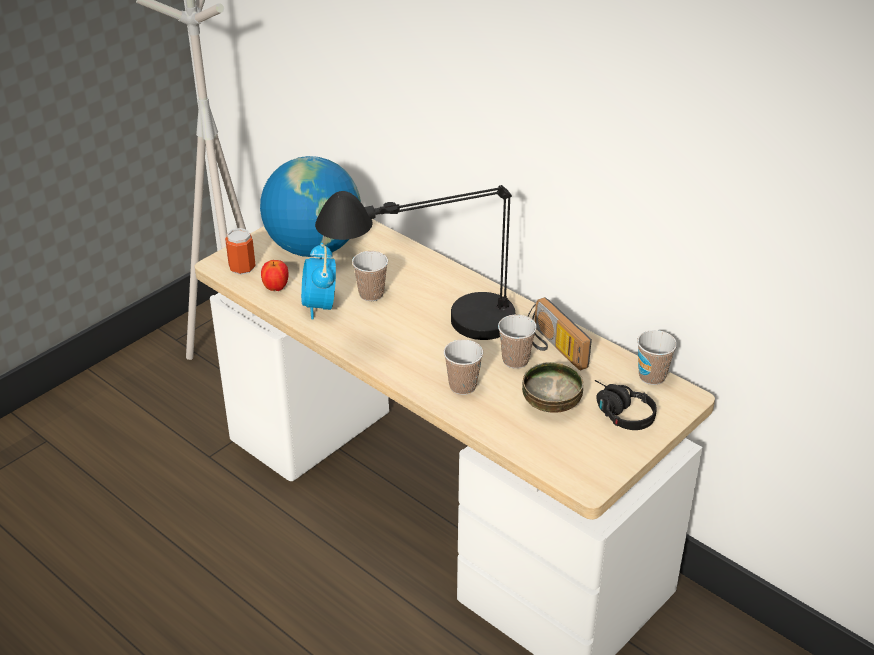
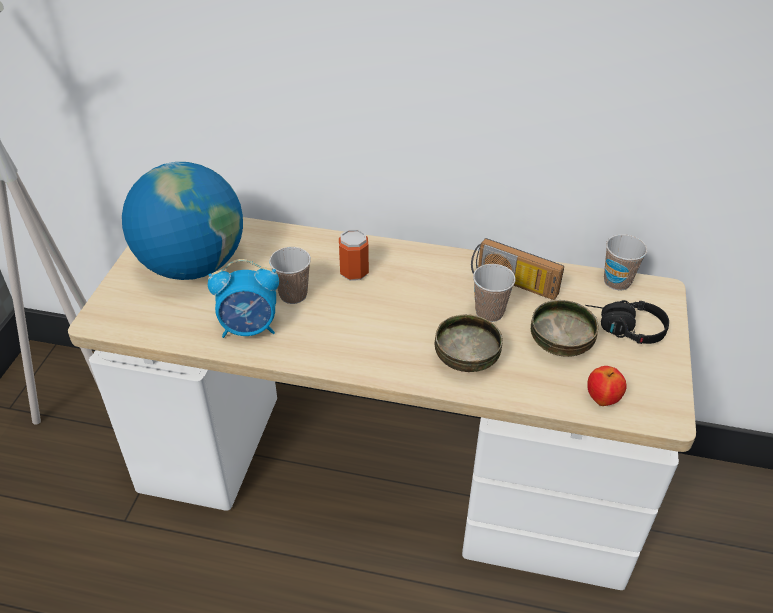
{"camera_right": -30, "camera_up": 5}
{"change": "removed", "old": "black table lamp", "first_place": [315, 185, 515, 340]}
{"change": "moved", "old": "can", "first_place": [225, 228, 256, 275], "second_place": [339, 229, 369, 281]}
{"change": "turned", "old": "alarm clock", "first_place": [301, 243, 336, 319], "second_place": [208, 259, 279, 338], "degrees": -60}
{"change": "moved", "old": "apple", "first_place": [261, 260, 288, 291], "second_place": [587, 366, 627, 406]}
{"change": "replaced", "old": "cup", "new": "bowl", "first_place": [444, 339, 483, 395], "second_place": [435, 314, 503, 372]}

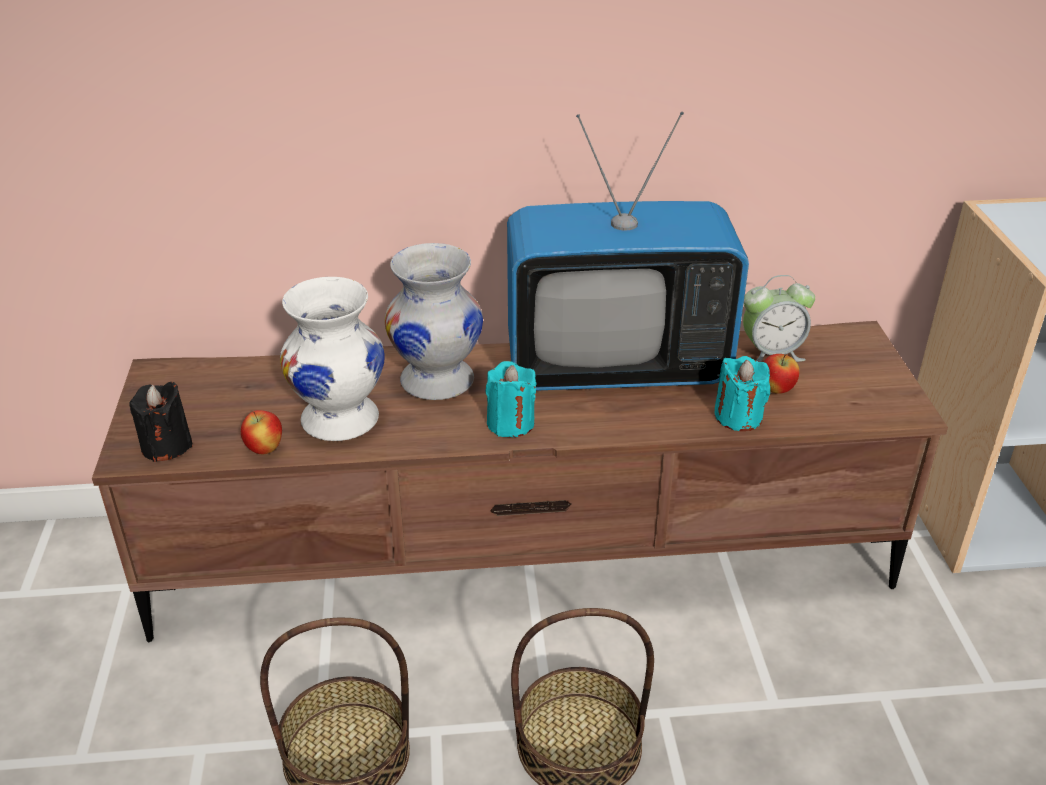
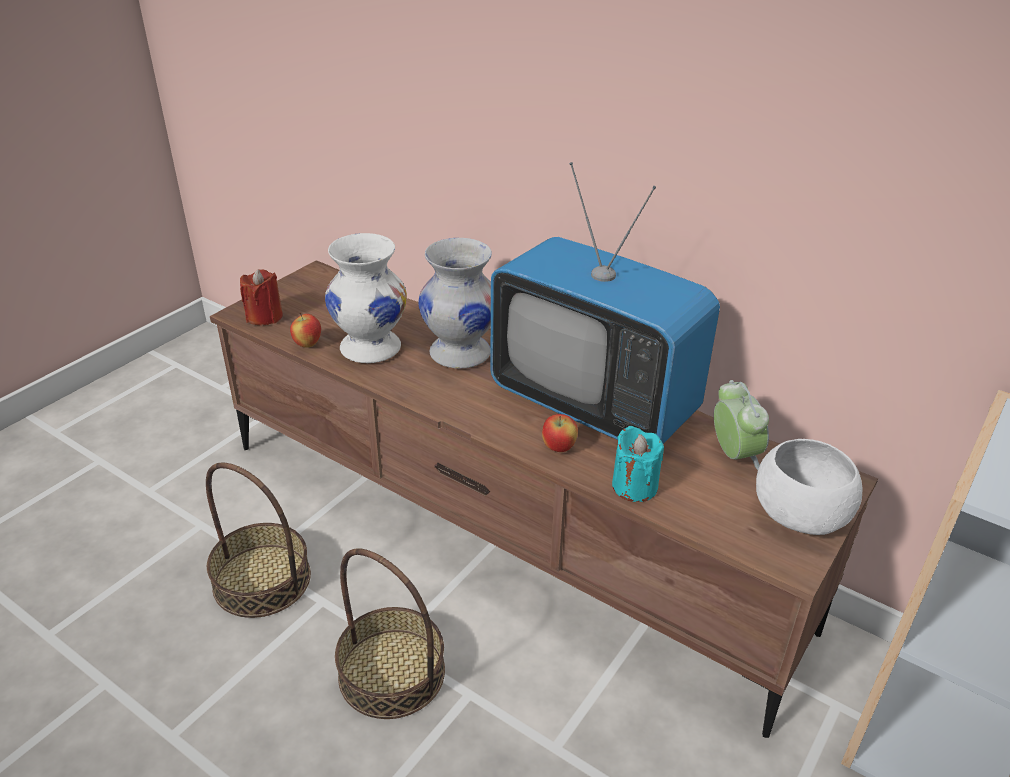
{"camera_right": 40, "camera_up": 0}
{"change": "turned", "old": "alarm clock", "first_place": [743, 275, 815, 362], "second_place": [714, 380, 769, 470], "degrees": -135}
{"change": "moved", "old": "apple", "first_place": [764, 354, 799, 394], "second_place": [542, 414, 578, 452]}
{"change": "removed", "old": "turquoise candle", "first_place": [486, 361, 536, 437]}
{"change": "recoloured", "old": "black candle", "new": "red candle", "first_place": [129, 382, 192, 462], "second_place": [240, 269, 283, 326]}
{"change": "added", "new": "white bowl", "second_place": [756, 439, 863, 535]}

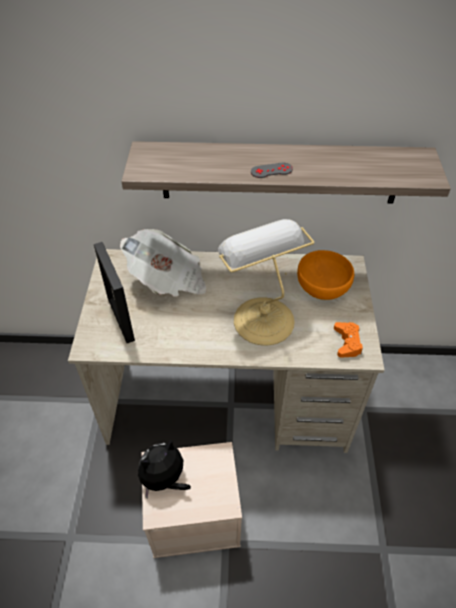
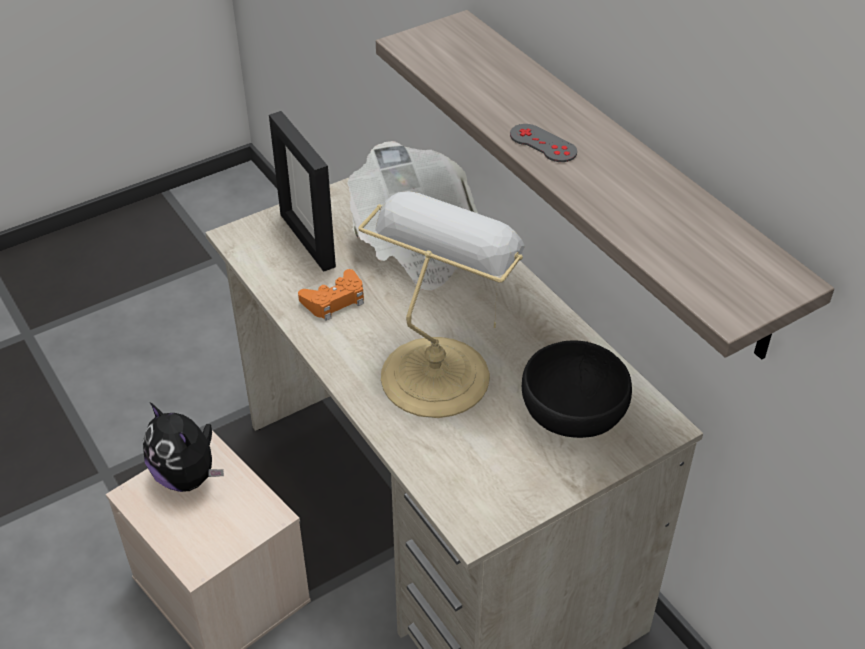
{"camera_right": 55, "camera_up": -5}
{"change": "turned", "old": "picture frame", "first_place": [94, 242, 135, 343], "second_place": [269, 111, 336, 272], "degrees": -60}
{"change": "recoloured", "old": "orange bowl", "new": "black bowl", "first_place": [297, 250, 354, 300], "second_place": [522, 340, 632, 438]}
{"change": "moved", "old": "orange game controller", "first_place": [334, 322, 363, 358], "second_place": [298, 269, 364, 320]}
{"change": "turned", "old": "plush toy", "first_place": [138, 439, 191, 499], "second_place": [143, 402, 224, 492], "degrees": -150}

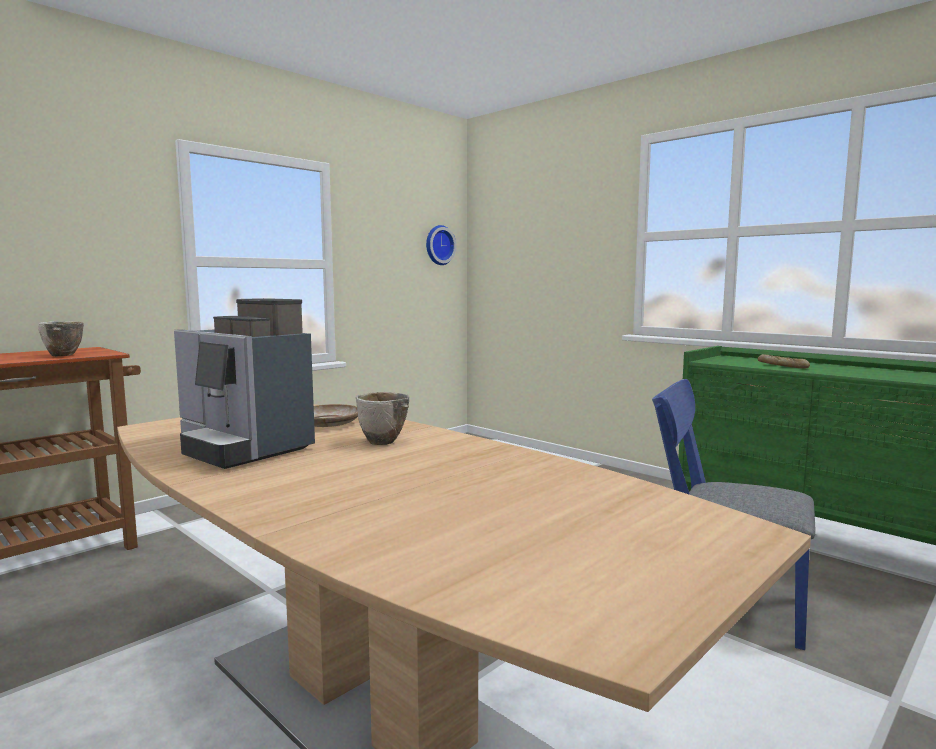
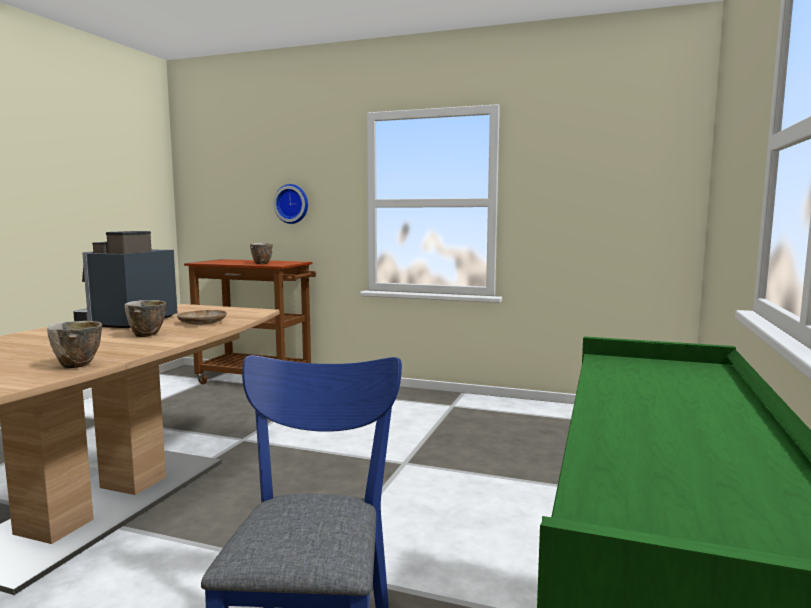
{"camera_right": 65, "camera_up": 0}
{"change": "moved", "old": "wall clock", "first_place": [426, 225, 456, 265], "second_place": [273, 184, 308, 224]}
{"change": "removed", "old": "bread", "first_place": [758, 354, 810, 368]}
{"change": "added", "new": "bowl", "second_place": [47, 321, 102, 368]}

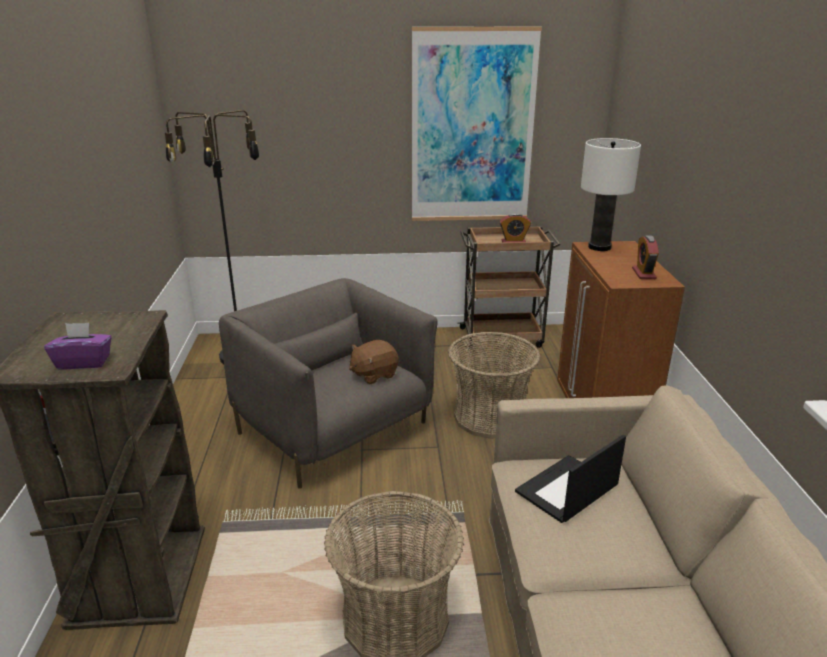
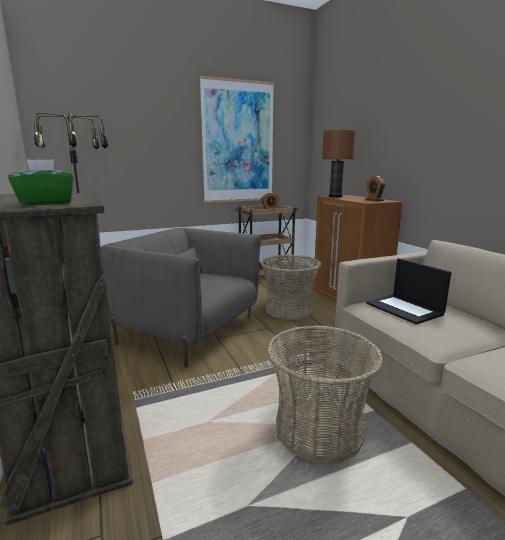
{"camera_right": -20, "camera_up": -10}
{"change": "recoloured", "old": "white table lamp", "new": "brown table lamp", "first_place": [581, 138, 641, 251], "second_place": [322, 129, 356, 197]}
{"change": "recoloured", "old": "purple tissue box", "new": "green tissue box", "first_place": [44, 322, 112, 370], "second_place": [8, 159, 74, 205]}
{"change": "removed", "old": "brown plush toy", "first_place": [349, 340, 399, 384]}
{"change": "turned", "old": "laptop", "first_place": [515, 435, 626, 523], "second_place": [366, 258, 451, 325], "degrees": -60}

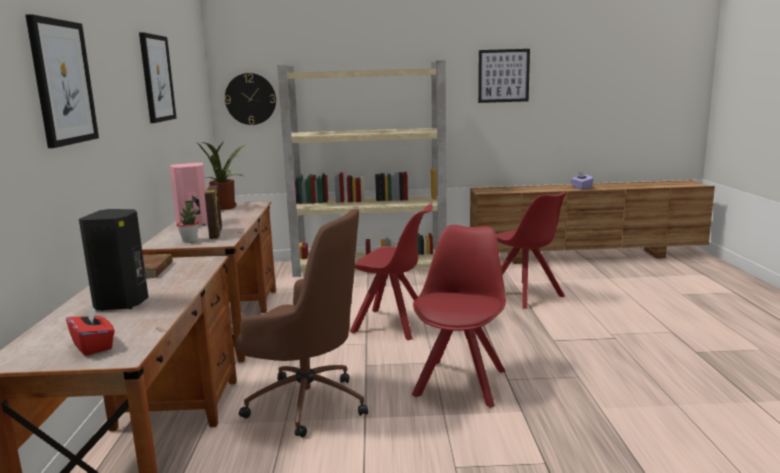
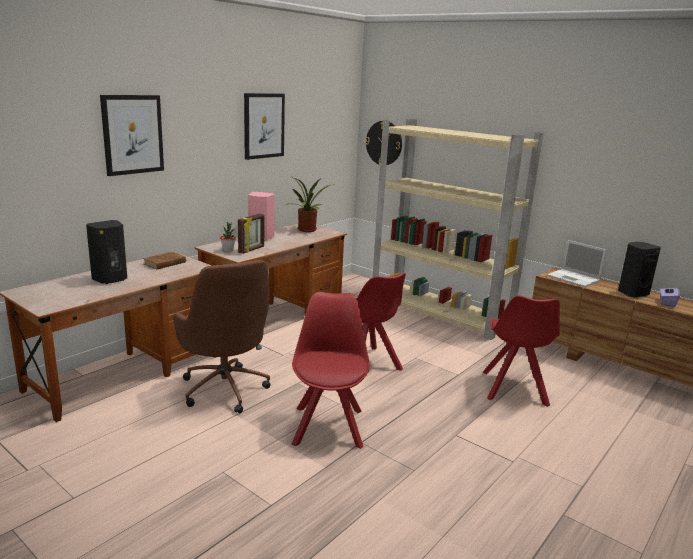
{"camera_right": 40, "camera_up": 5}
{"change": "removed", "old": "picture", "first_place": [478, 49, 530, 103]}
{"change": "turned", "old": "red chair", "first_place": [412, 225, 506, 408], "second_place": [292, 292, 370, 449], "degrees": -60}
{"change": "removed", "old": "red tissue box", "first_place": [66, 304, 115, 356]}
{"change": "added", "new": "laptop", "second_place": [547, 240, 607, 287]}
{"change": "added", "new": "black speaker", "second_place": [618, 242, 661, 297]}

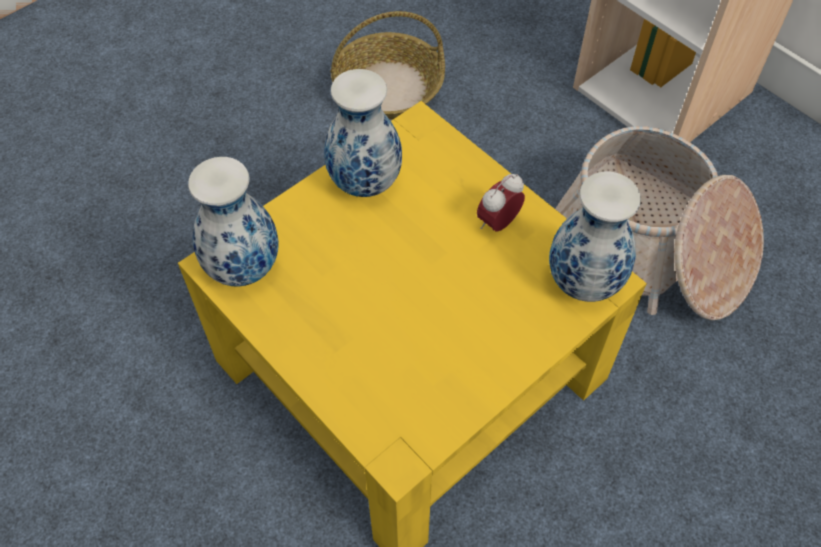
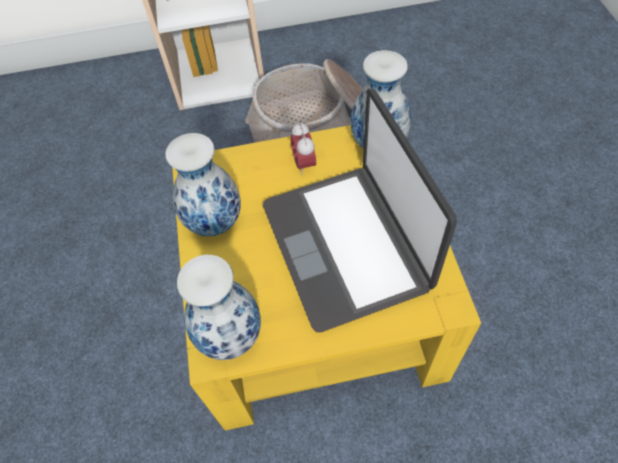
{"camera_right": -55, "camera_up": 0}
{"change": "removed", "old": "basket", "first_place": [330, 11, 445, 120]}
{"change": "added", "new": "laptop", "second_place": [263, 88, 457, 332]}

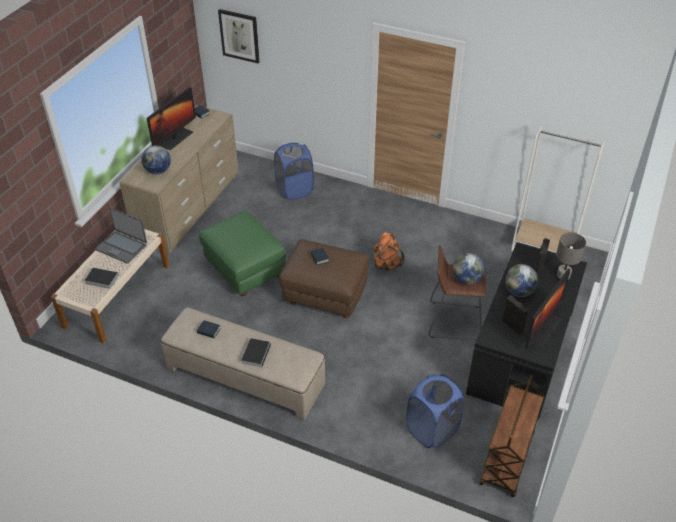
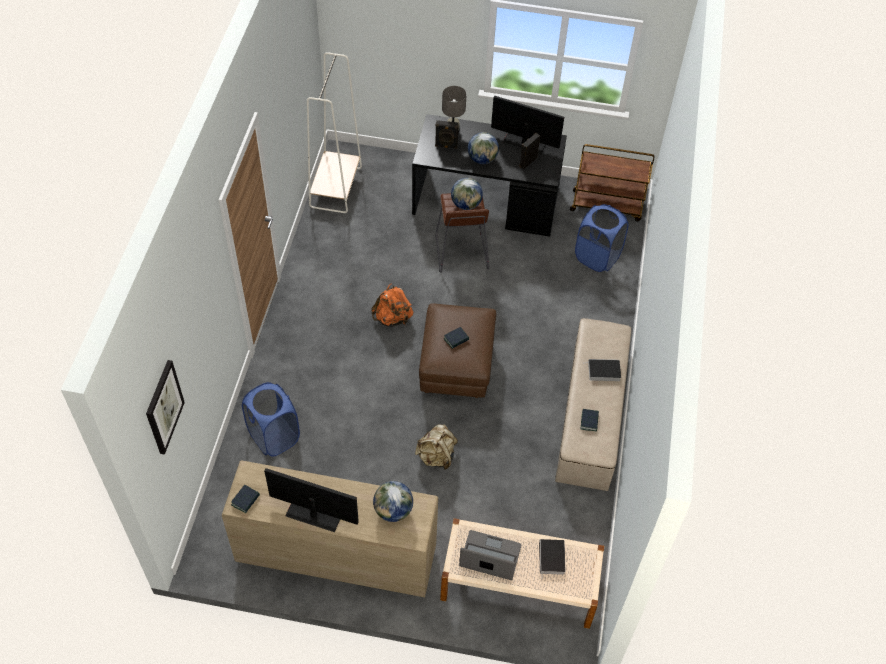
{"camera_right": -105, "camera_up": 10}
{"change": "turned", "old": "laptop", "first_place": [95, 208, 147, 263], "second_place": [459, 530, 521, 580], "degrees": -90}
{"change": "replaced", "old": "green ottoman", "new": "beige backpack", "first_place": [199, 210, 286, 296], "second_place": [415, 425, 458, 470]}

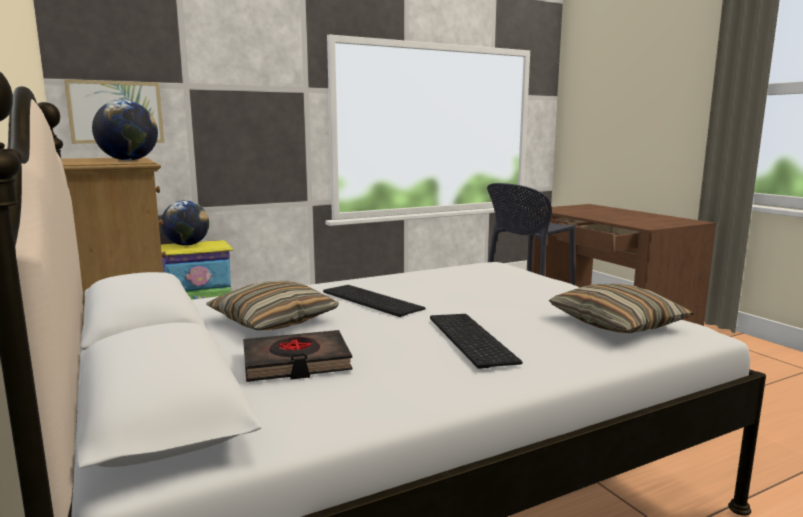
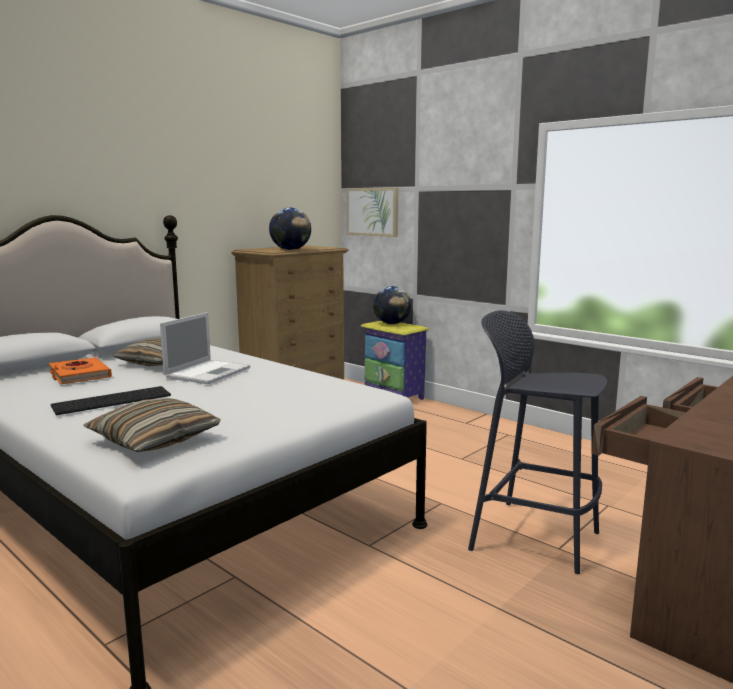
{"camera_right": 70, "camera_up": 0}
{"change": "replaced", "old": "keyboard", "new": "laptop", "first_place": [323, 285, 426, 317], "second_place": [160, 312, 251, 384]}
{"change": "recoloured", "old": "black book", "new": "orange book", "first_place": [243, 330, 353, 382], "second_place": [49, 357, 112, 384]}

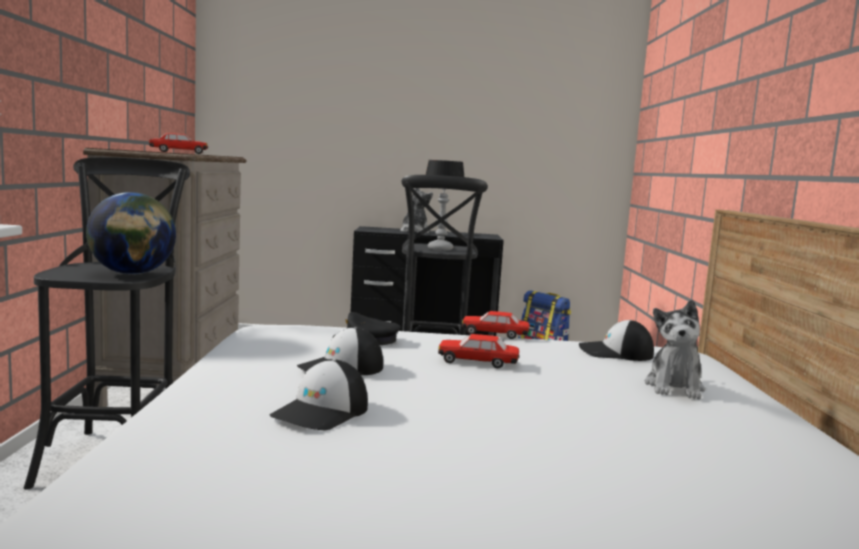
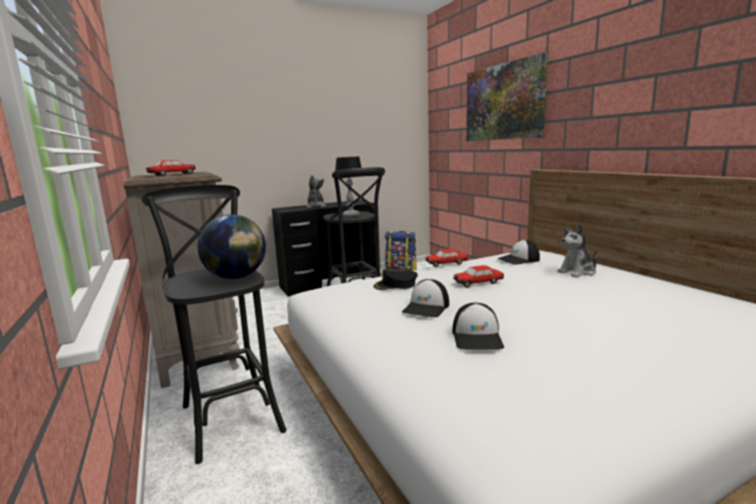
{"camera_right": -25, "camera_up": 5}
{"change": "turned", "old": "plush toy", "first_place": [645, 300, 705, 399], "second_place": [557, 224, 597, 277], "degrees": 75}
{"change": "added", "new": "picture", "second_place": [467, 52, 548, 141]}

